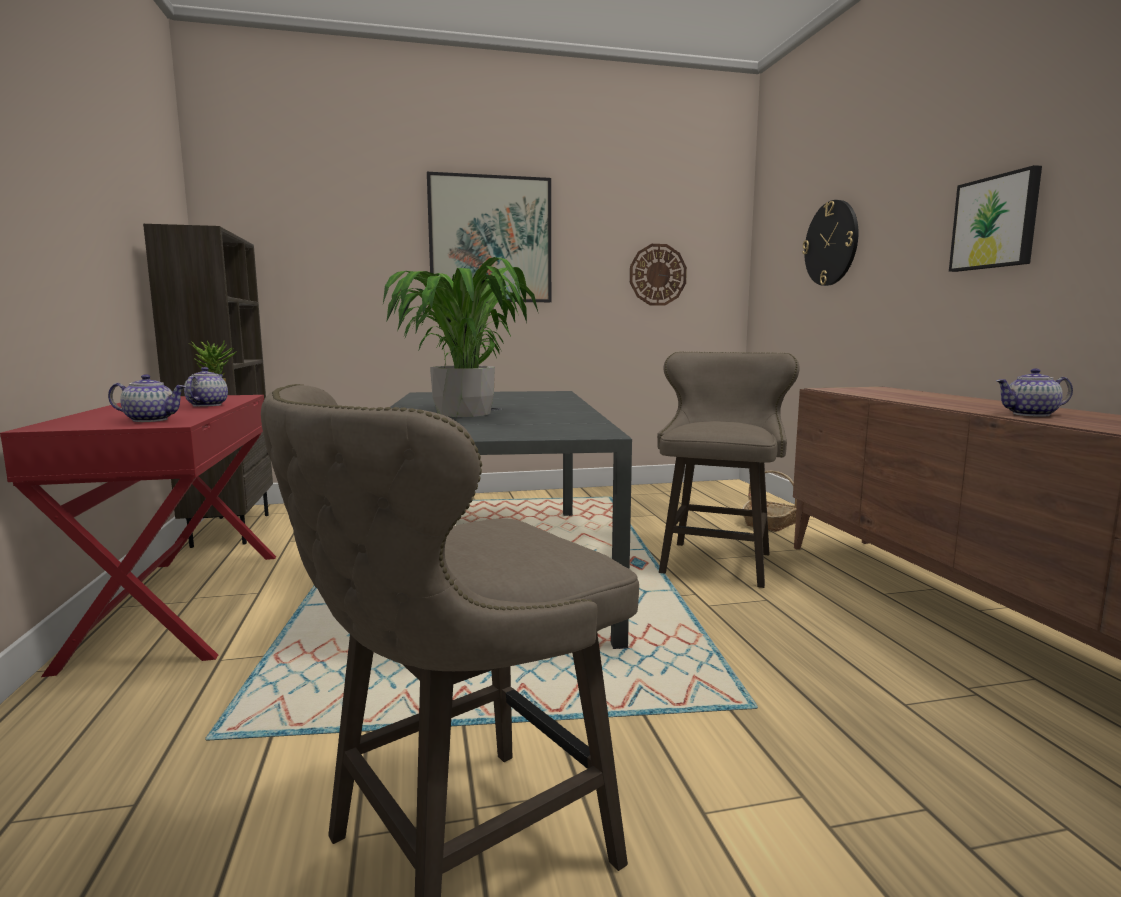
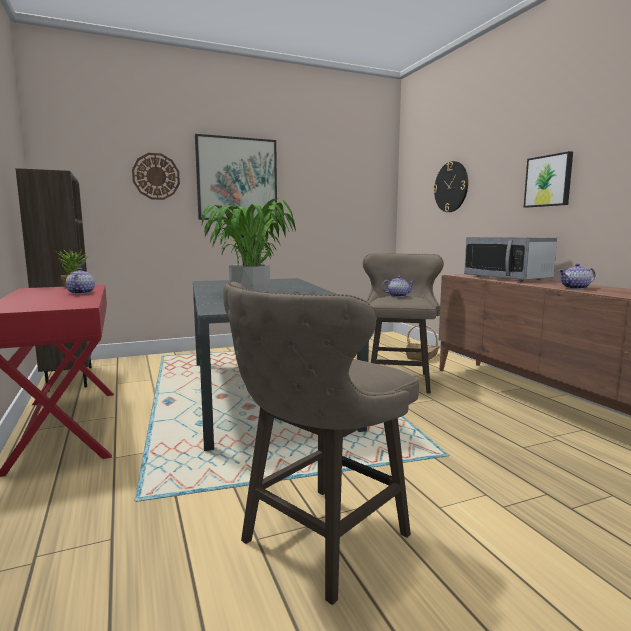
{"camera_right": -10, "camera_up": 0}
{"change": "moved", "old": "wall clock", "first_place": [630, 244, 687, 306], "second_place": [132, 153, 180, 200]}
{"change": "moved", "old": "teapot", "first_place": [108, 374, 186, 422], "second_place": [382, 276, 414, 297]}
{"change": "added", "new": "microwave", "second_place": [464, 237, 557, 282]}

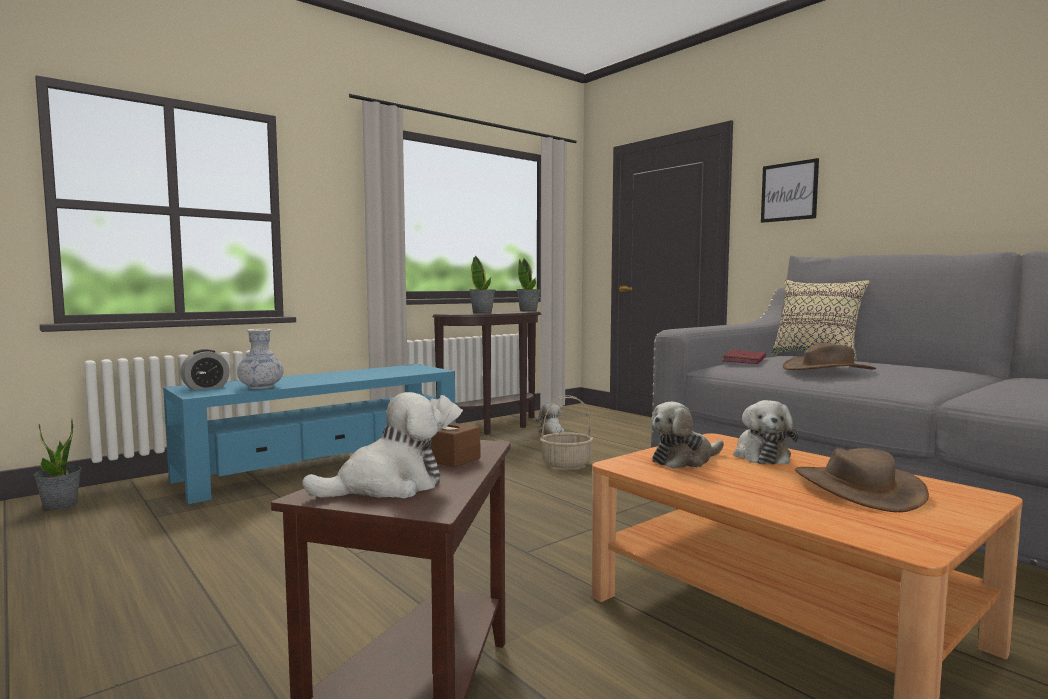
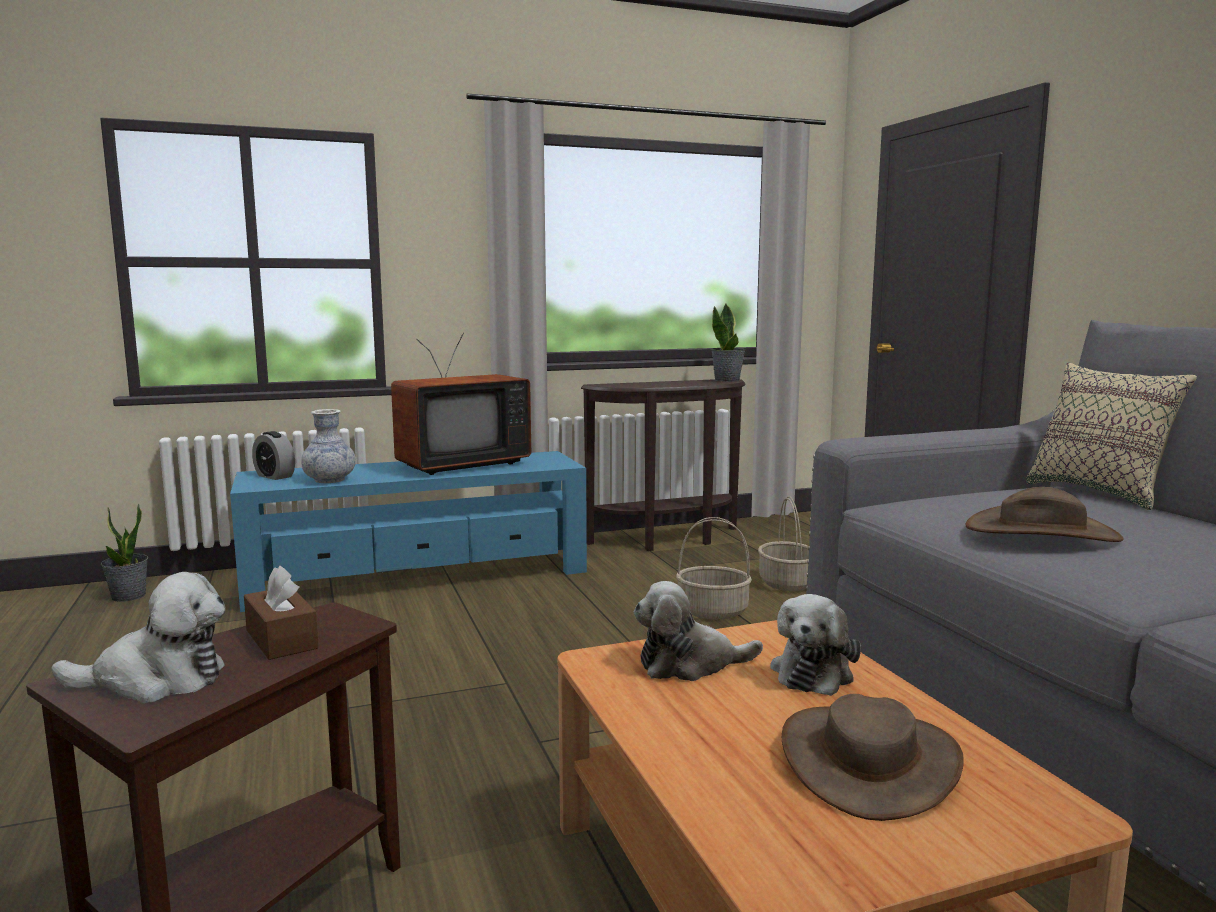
{"camera_right": 20, "camera_up": 5}
{"change": "removed", "old": "picture", "first_place": [761, 158, 819, 223]}
{"change": "removed", "old": "potted plant", "first_place": [469, 255, 495, 314]}
{"change": "turned", "old": "alarm clock", "first_place": [180, 349, 230, 390], "second_place": [252, 431, 295, 480], "degrees": 60}
{"change": "removed", "old": "red book", "first_place": [722, 350, 766, 364]}
{"change": "removed", "old": "plush toy", "first_place": [536, 403, 565, 435]}
{"change": "added", "new": "television", "second_place": [391, 333, 531, 475]}
{"change": "added", "new": "basket", "second_place": [758, 496, 809, 591]}

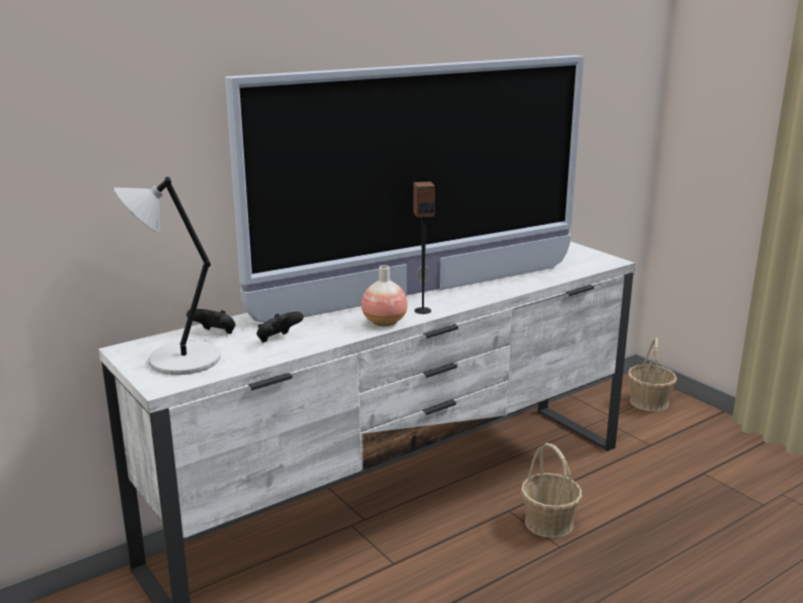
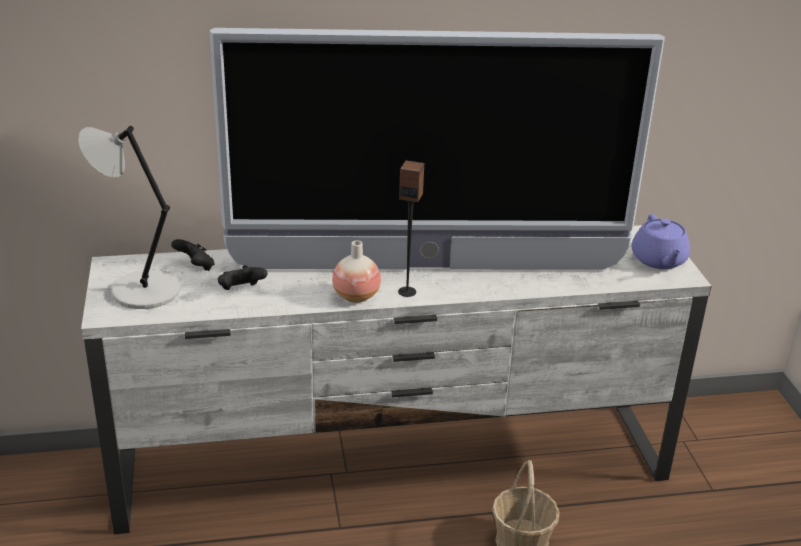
{"camera_right": 25, "camera_up": 10}
{"change": "removed", "old": "basket", "first_place": [628, 337, 677, 412]}
{"change": "added", "new": "purple teapot", "second_place": [632, 214, 690, 269]}

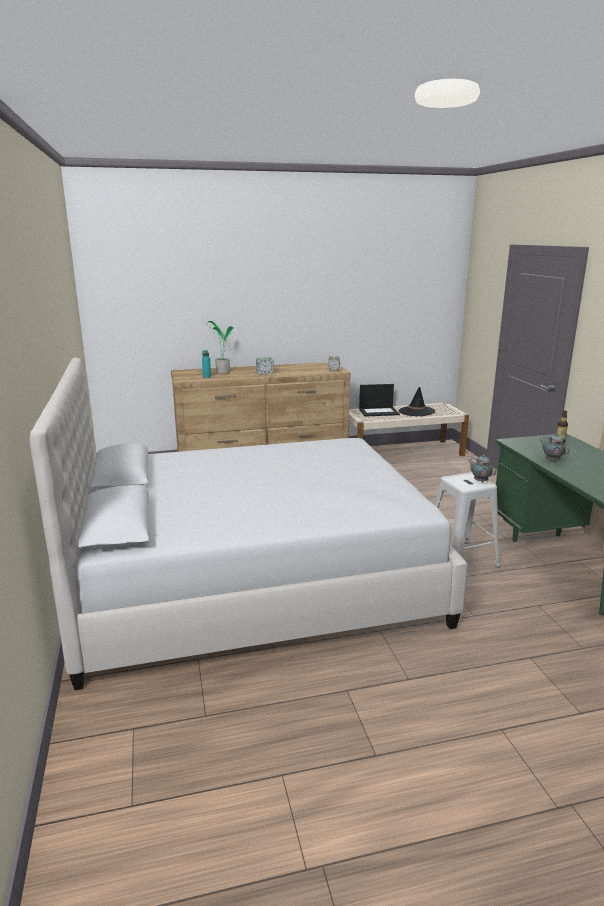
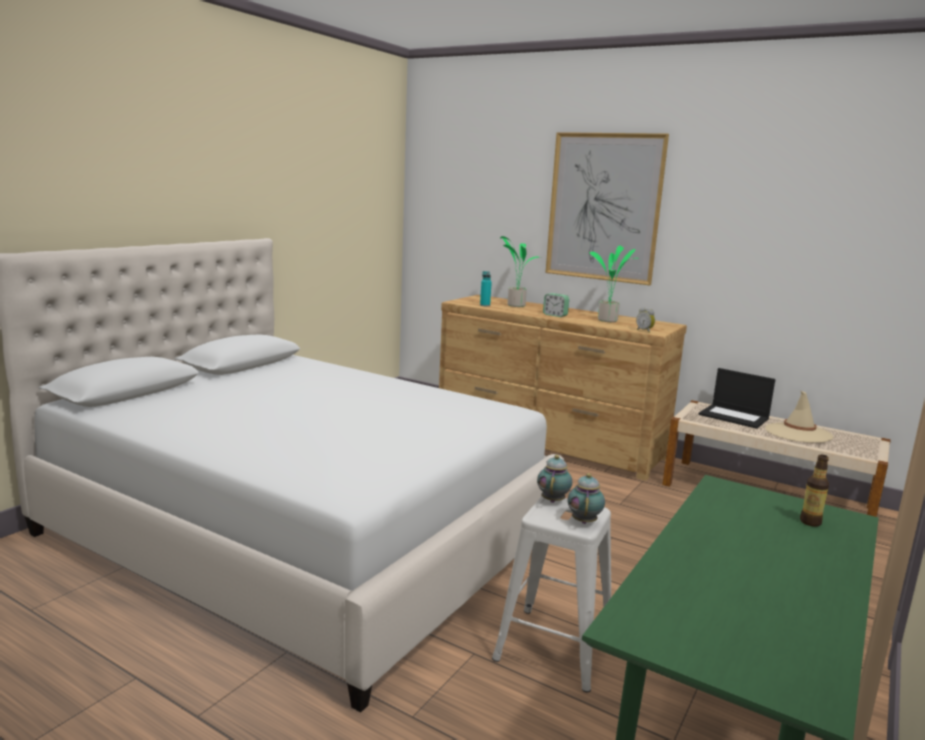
{"camera_right": 45, "camera_up": -5}
{"change": "recoloured", "old": "black hat", "new": "beige hat", "first_place": [399, 387, 435, 416], "second_place": [765, 391, 833, 443]}
{"change": "moved", "old": "teapot", "first_place": [540, 433, 570, 462], "second_place": [537, 455, 572, 503]}
{"change": "added", "new": "picture", "second_place": [545, 132, 669, 285]}
{"change": "added", "new": "potted plant", "second_place": [589, 246, 639, 322]}

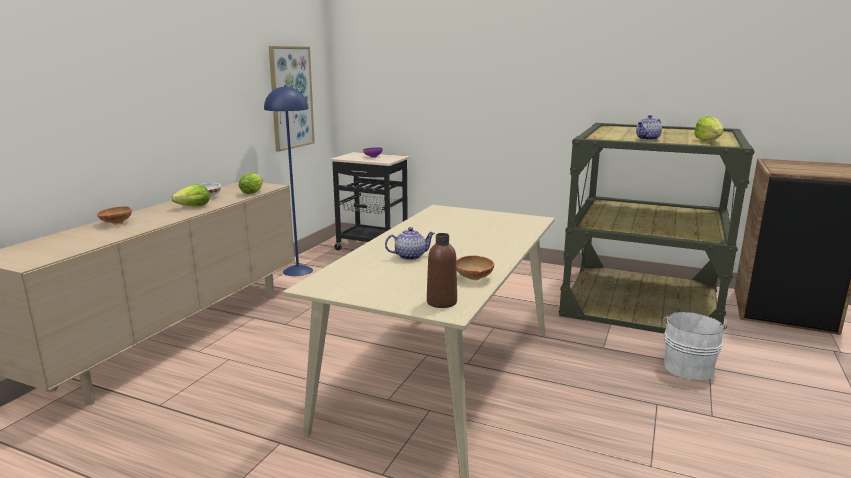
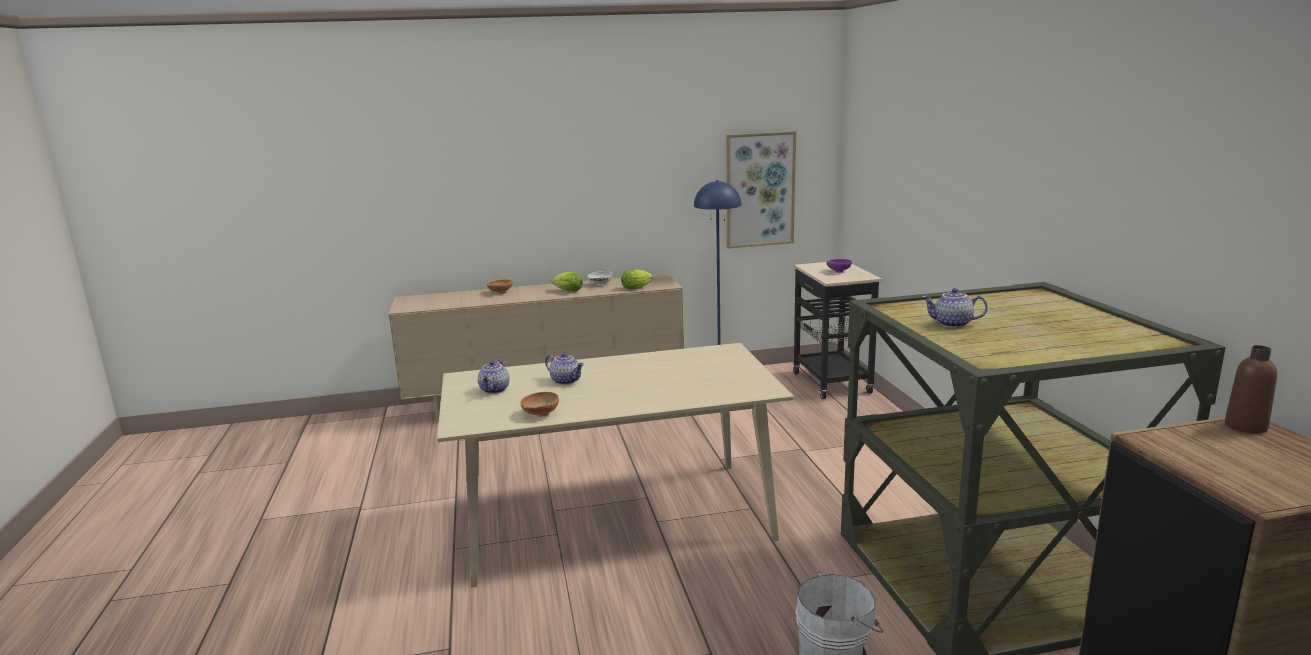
{"camera_right": 55, "camera_up": 0}
{"change": "removed", "old": "lettuce", "first_place": [694, 116, 724, 141]}
{"change": "moved", "old": "brown bottle", "first_place": [427, 233, 457, 308], "second_place": [1225, 345, 1277, 434]}
{"change": "added", "new": "teapot", "second_place": [478, 360, 510, 394]}

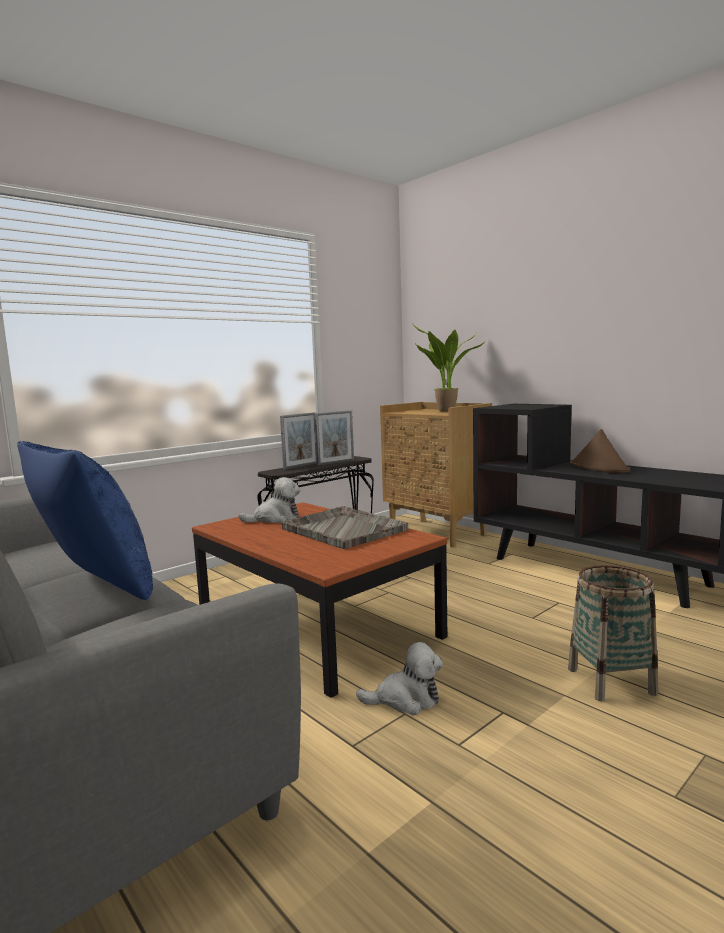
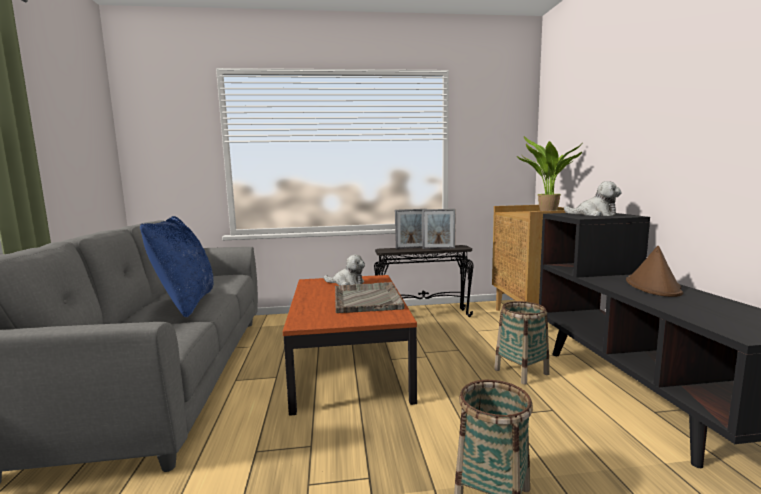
{"camera_right": 35, "camera_up": 0}
{"change": "moved", "old": "plush toy", "first_place": [356, 642, 443, 715], "second_place": [564, 181, 622, 216]}
{"change": "added", "new": "basket", "second_place": [494, 301, 549, 385]}

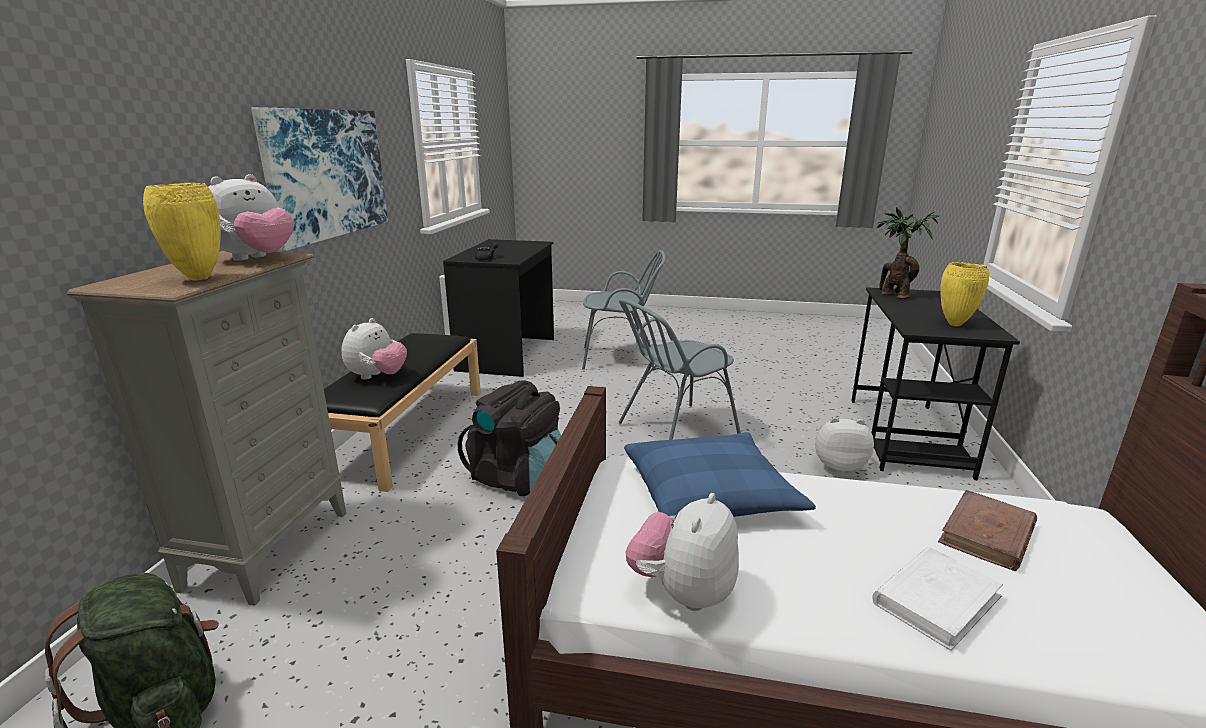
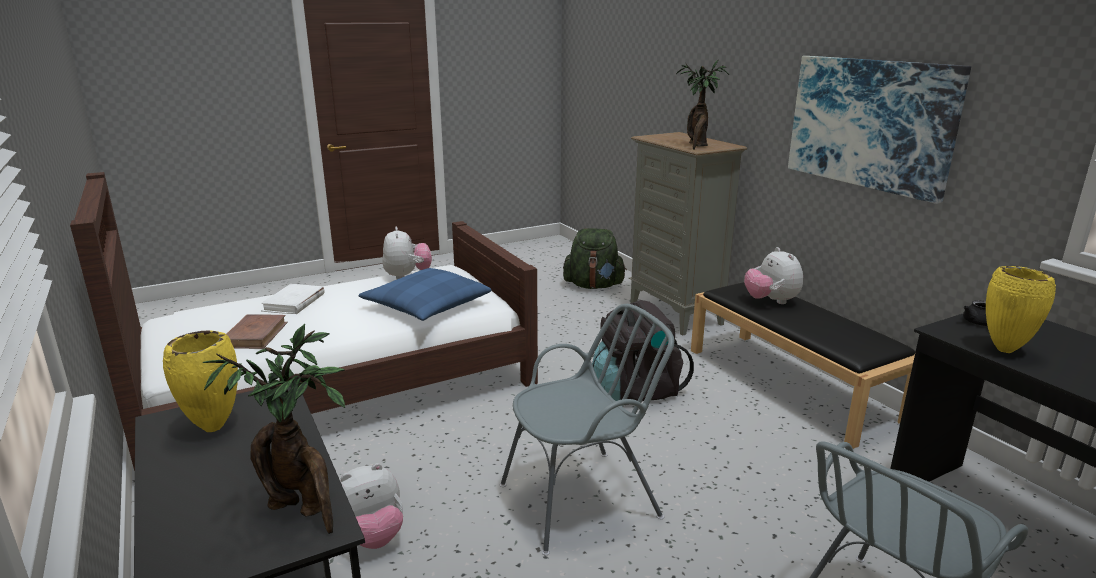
{"camera_right": 140, "camera_up": 0}
{"change": "replaced", "old": "plush toy", "new": "potted plant", "first_place": [208, 174, 294, 261], "second_place": [676, 60, 729, 150]}
{"change": "moved", "old": "yellow vase", "first_place": [143, 183, 221, 281], "second_place": [986, 266, 1056, 353]}
{"change": "turned", "old": "grey chair", "first_place": [617, 299, 741, 440], "second_place": [500, 304, 674, 555], "degrees": 45}

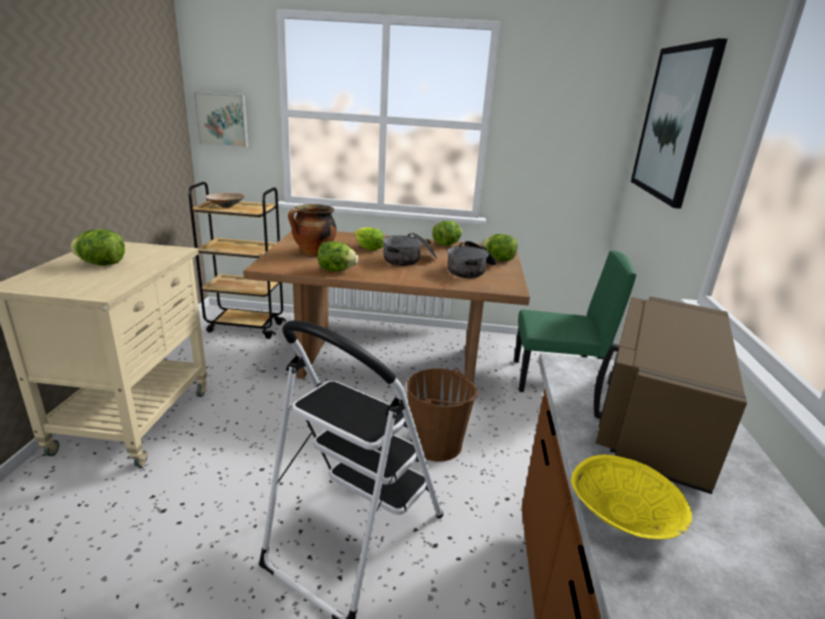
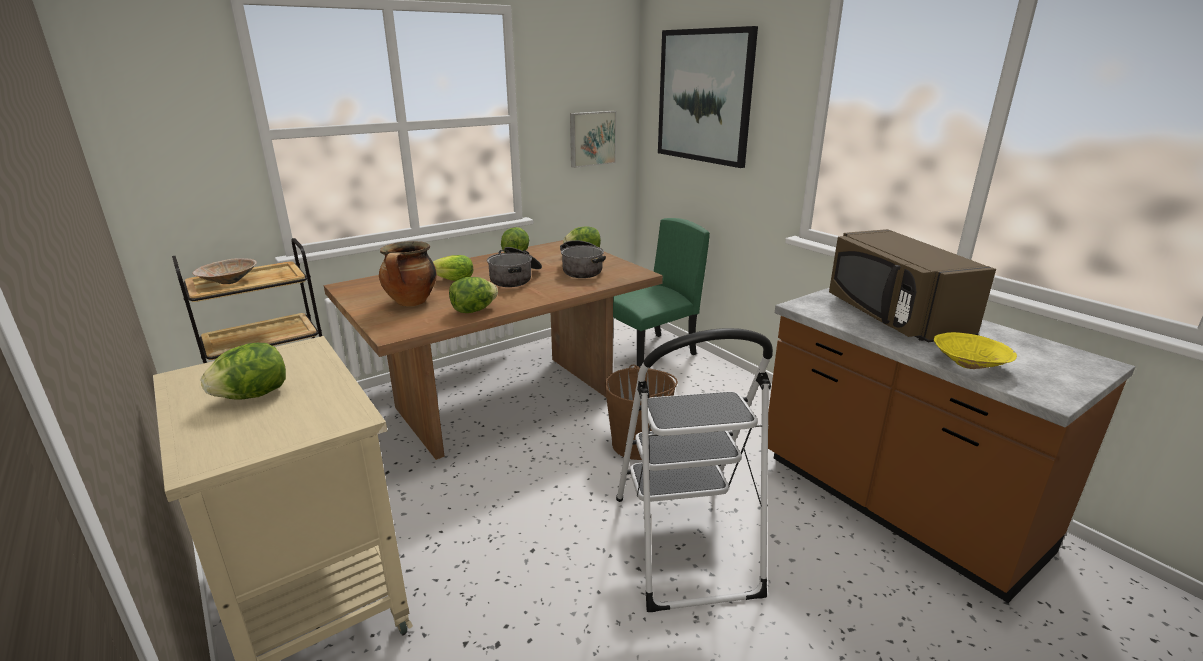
{"camera_right": -40, "camera_up": 0}
{"change": "moved", "old": "picture", "first_place": [194, 92, 249, 147], "second_place": [570, 111, 616, 168]}

